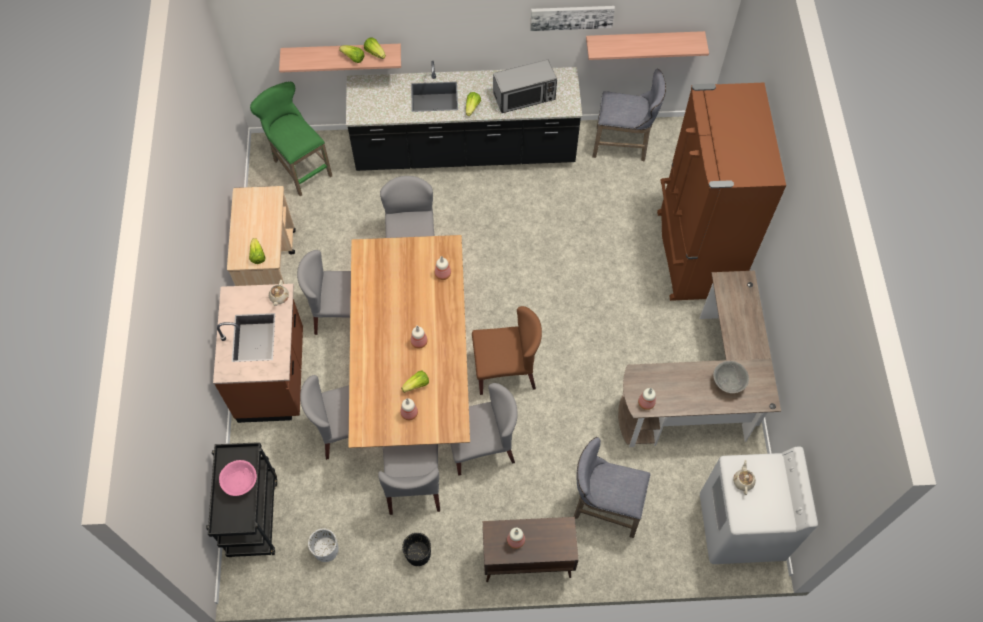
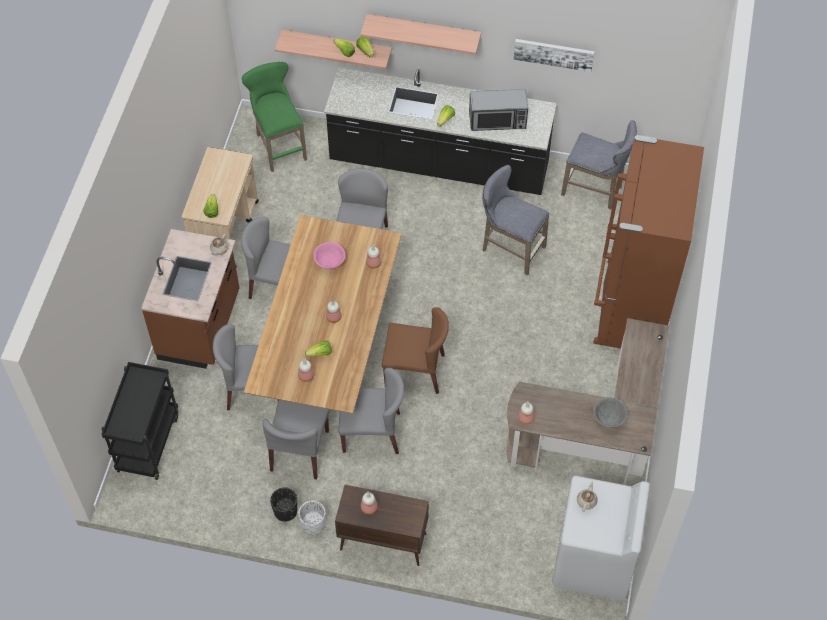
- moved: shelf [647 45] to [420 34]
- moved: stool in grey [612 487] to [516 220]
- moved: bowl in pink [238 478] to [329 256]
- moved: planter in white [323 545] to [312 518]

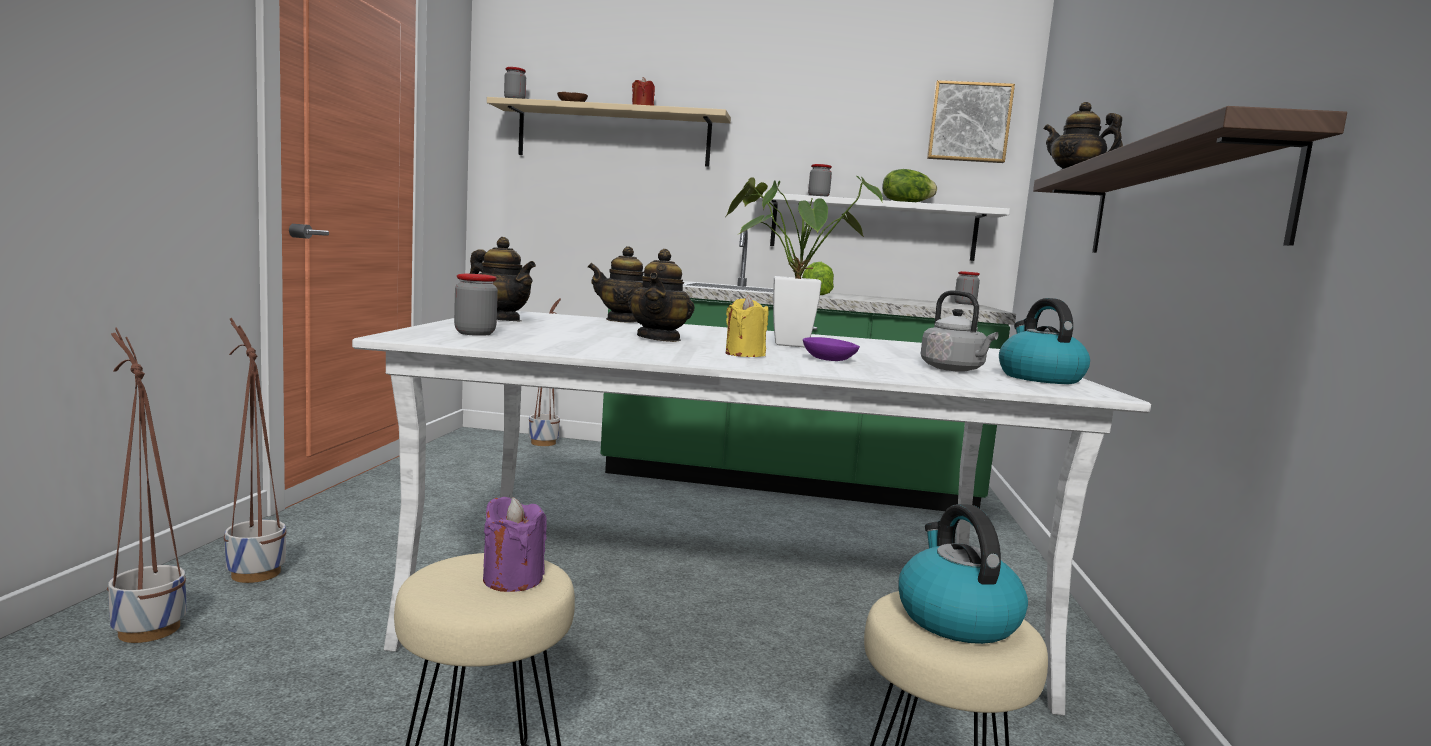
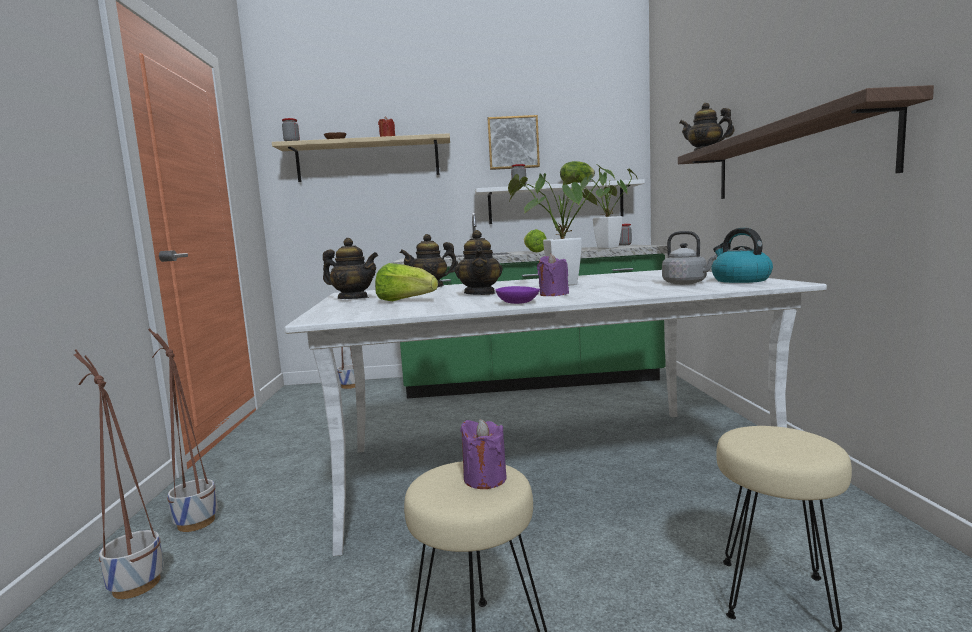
- moved: picture [971 121] to [513 142]
- removed: jar [476 305]
- recoloured: candle in yellow [747 326] to candle in purple [553 274]
- moved: bowl in purple [831 349] to [518 295]
- removed: kettle [963 574]
- added: potted plant [600 209]
- added: lettuce [406 282]

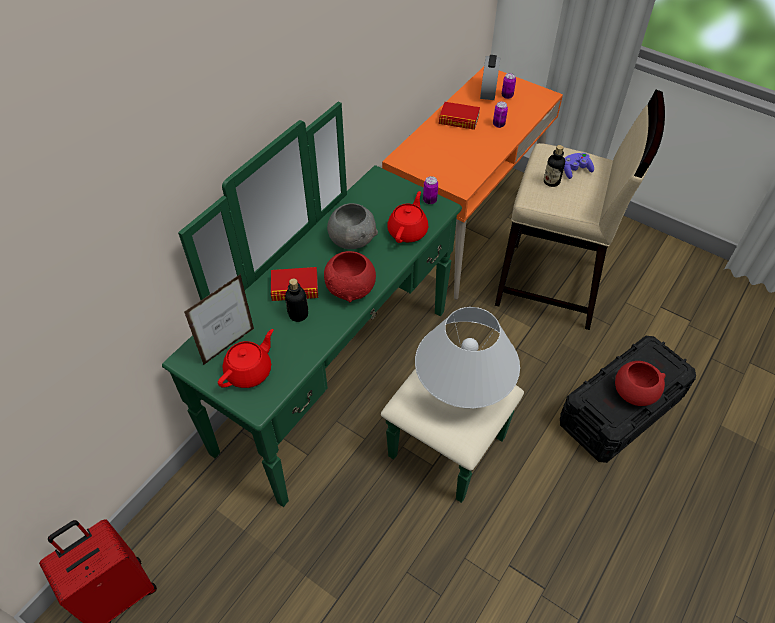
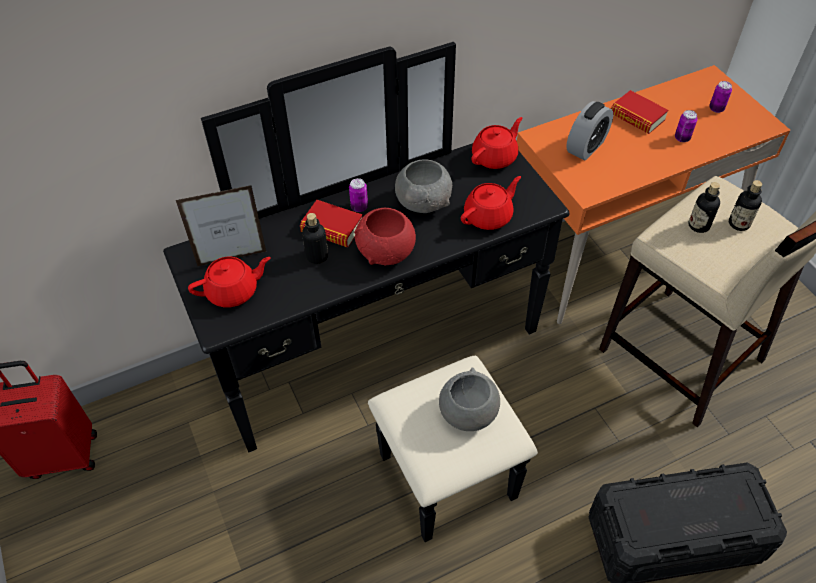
- moved: alarm clock [490 77] to [589 130]
- recoloured: dresser in green [343 304] to dresser in black [366 292]
- replaced: game controller in purple [579 166] to bottle [745 205]
- moved: can [430 190] to [358 195]
- replaced: table lamp in white [467 357] to bowl in grey [469 399]
- removed: bowl in red [640 383]
- added: teapot in red [496 143]

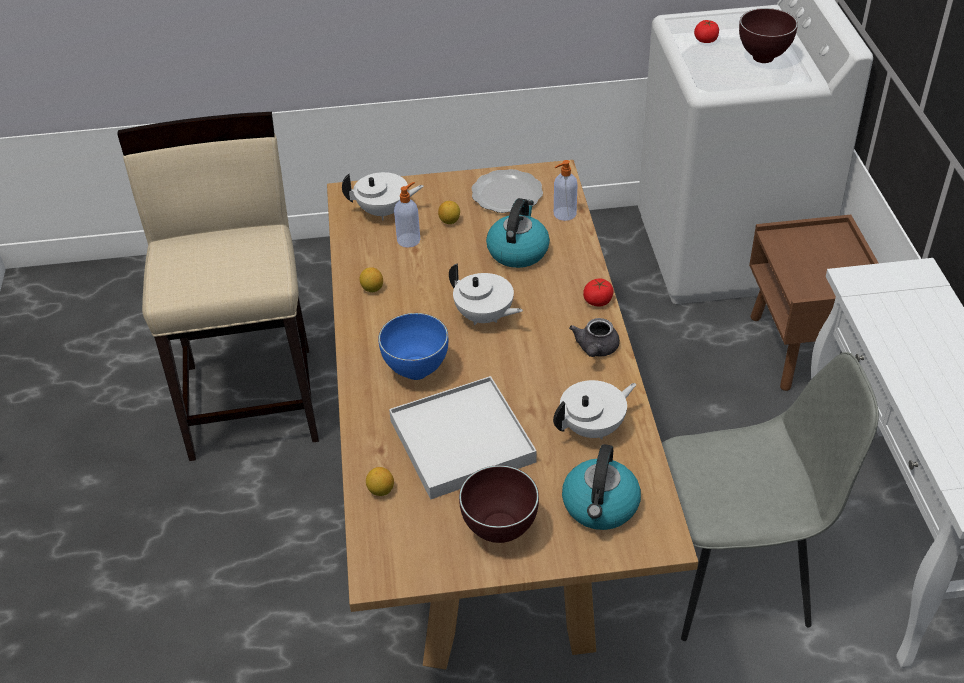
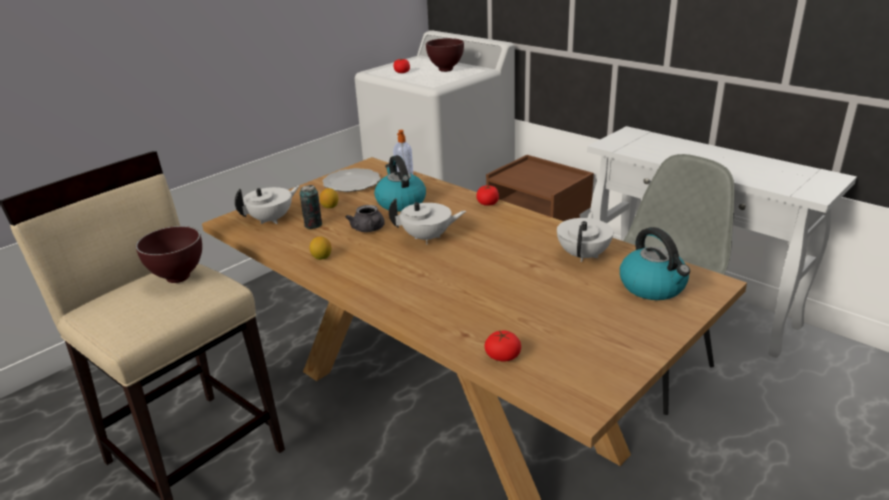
- replaced: soap dispenser [407 215] to can [311 207]
- removed: bowl in blue [413 346]
- moved: teapot in grey [594 337] to [365 218]
- removed: tray in white [463 437]
- moved: bowl in brown [499 504] to [169 254]
- replaced: lemon [380 481] to tomato [502 346]

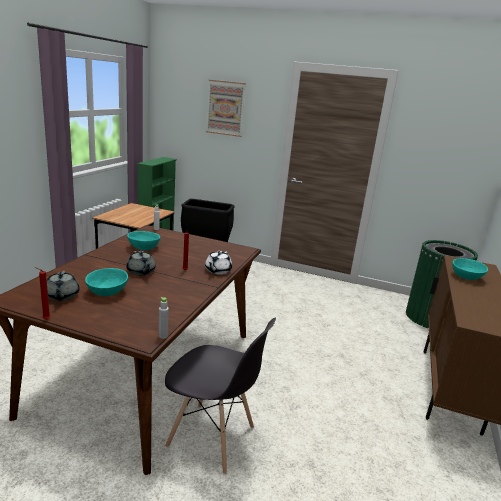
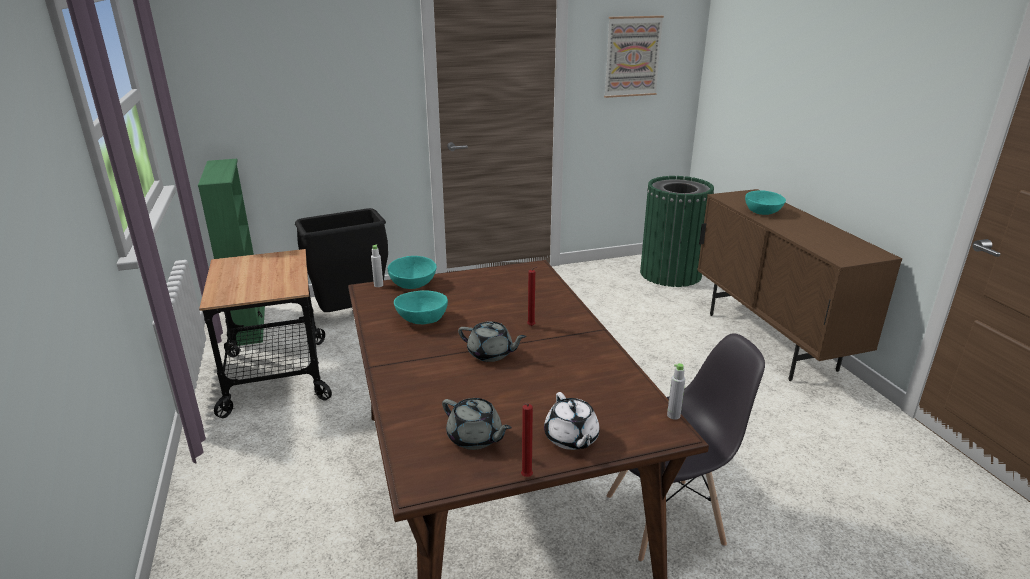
- moved: picture [226 108] to [634 57]
- moved: teapot in white [218 263] to [572 421]
- moved: bowl in turquoise [106 282] to [412 272]

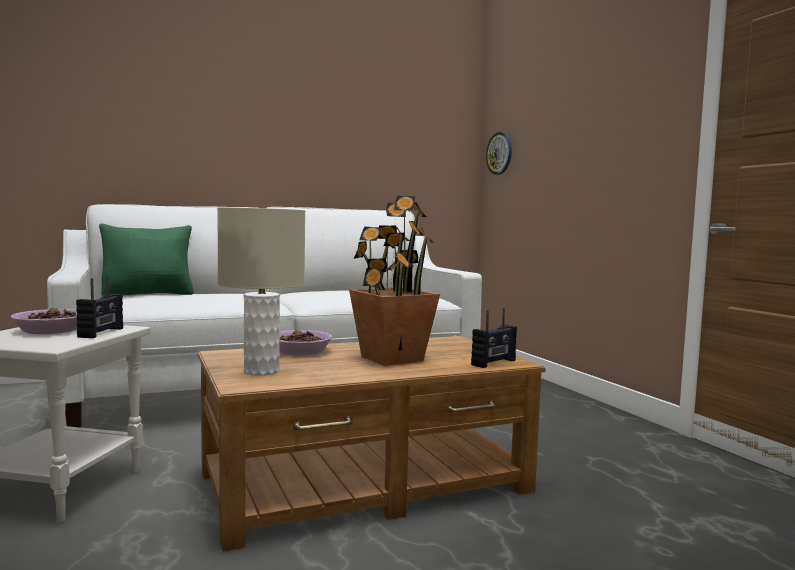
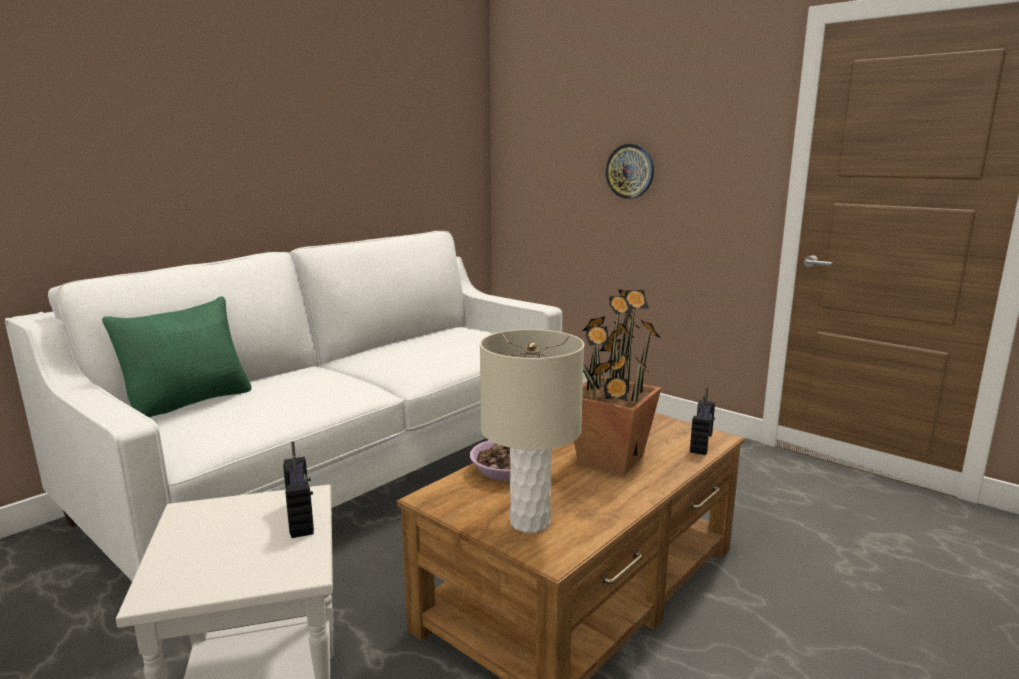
- moved: wall clock [499 153] to [629 171]
- removed: bowl [44 321]

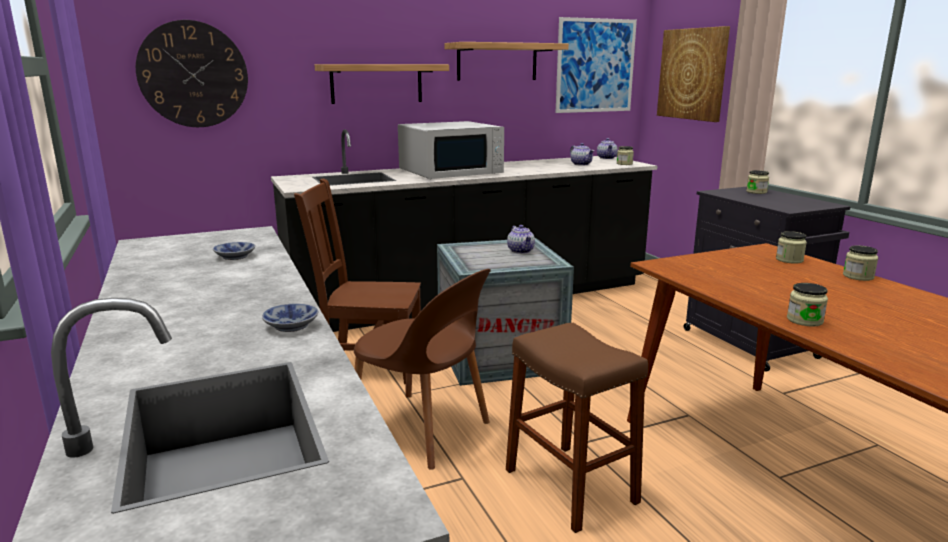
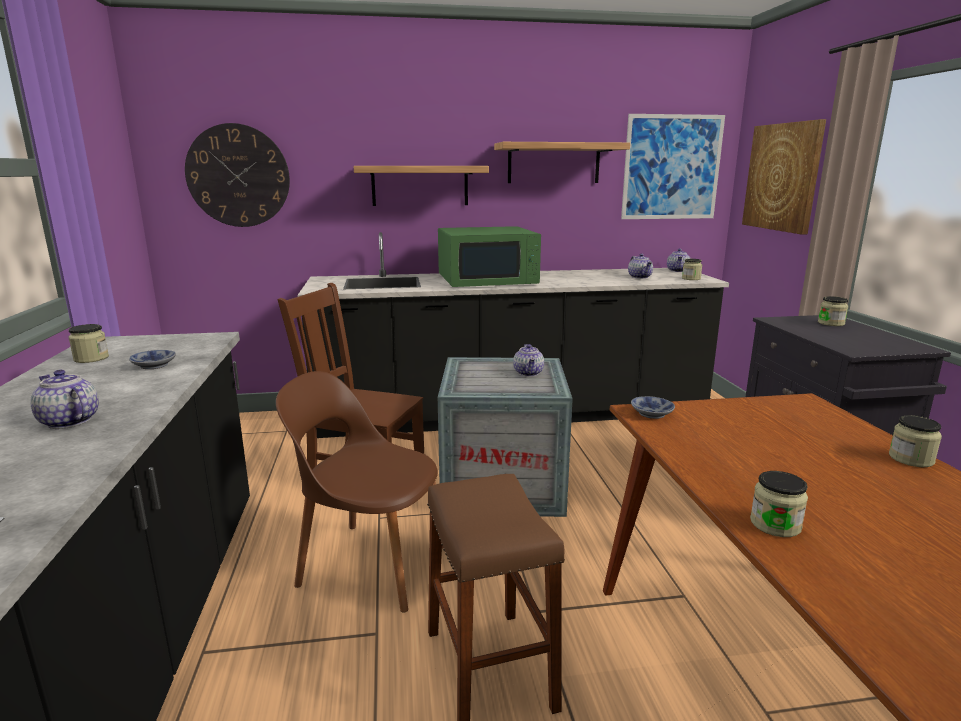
- recoloured: microwave in white [451 150] to microwave in green [489 256]
- moved: jar [791 247] to [88 343]
- turned: chair in brown [422 369] = [359 492] 150 degrees clockwise
- moved: bowl [290 318] to [653 407]
- added: teapot [64 399]

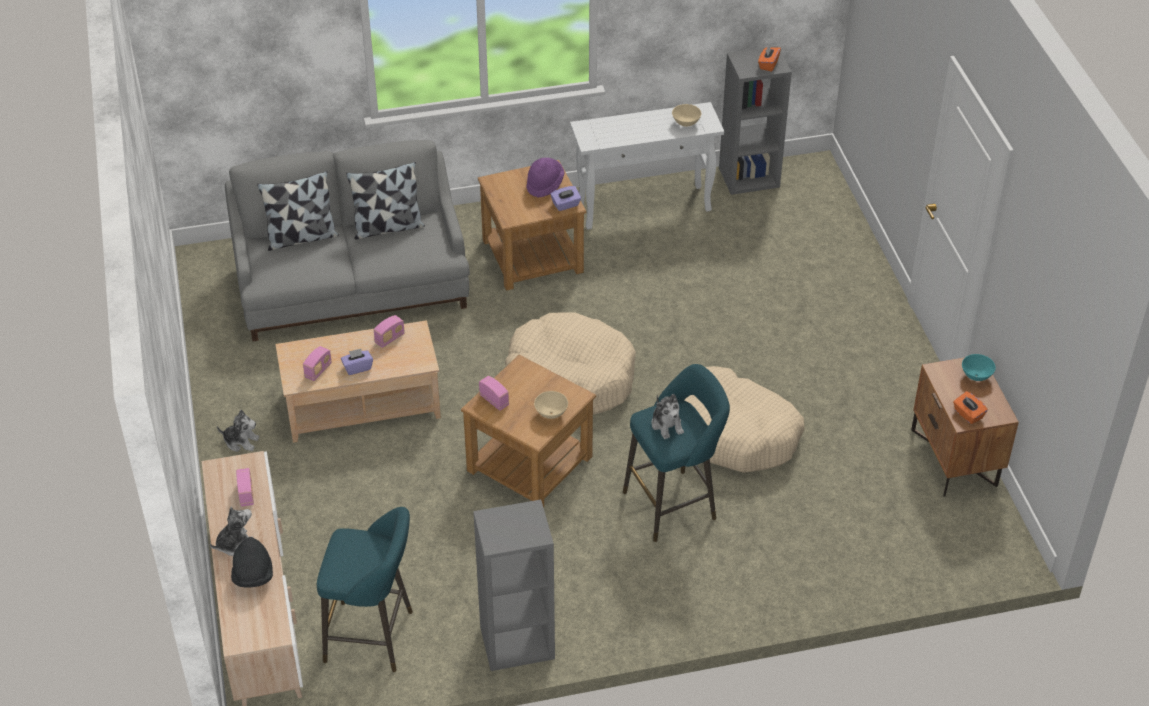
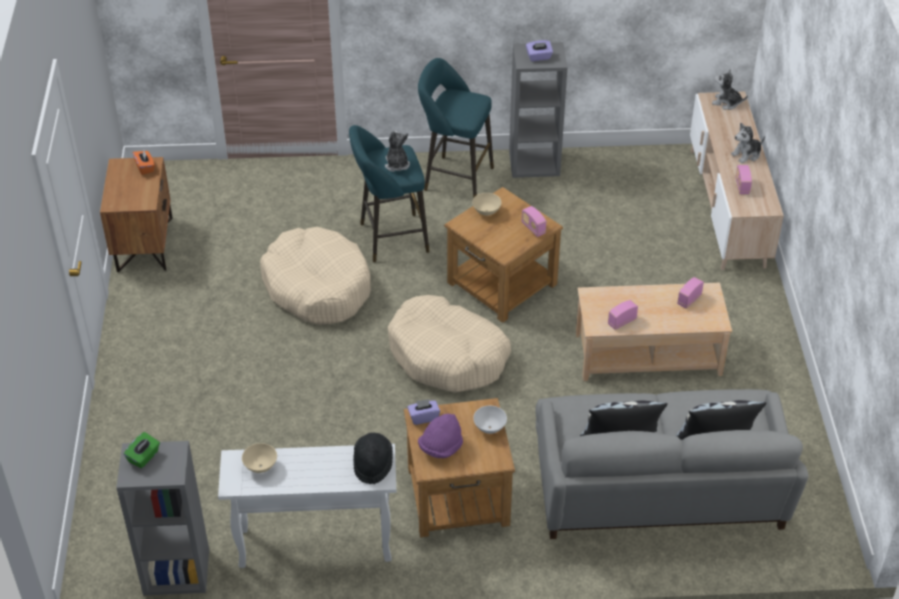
- recoloured: tissue box in orange [769 58] to tissue box in green [142 450]
- moved: tissue box in purple [357 362] to [539 50]
- removed: bowl in turquoise [979 367]
- moved: plush toy [238 431] to [730 89]
- moved: stool in turquoise [365 589] to [456 128]
- moved: hat in black [252 562] to [373 458]
- added: bowl in white [490 420]

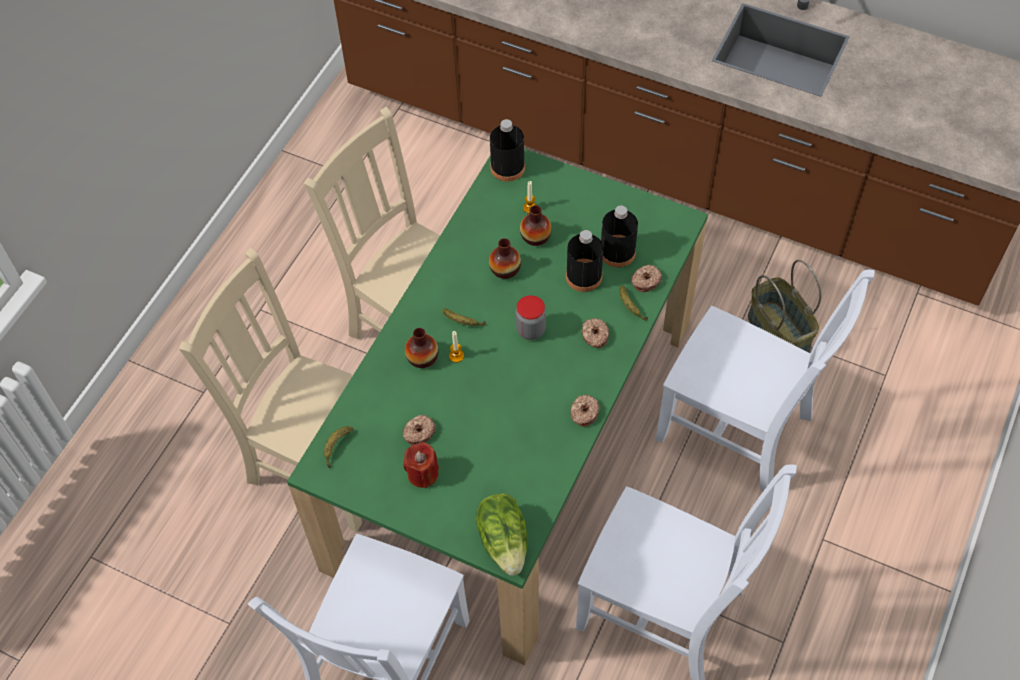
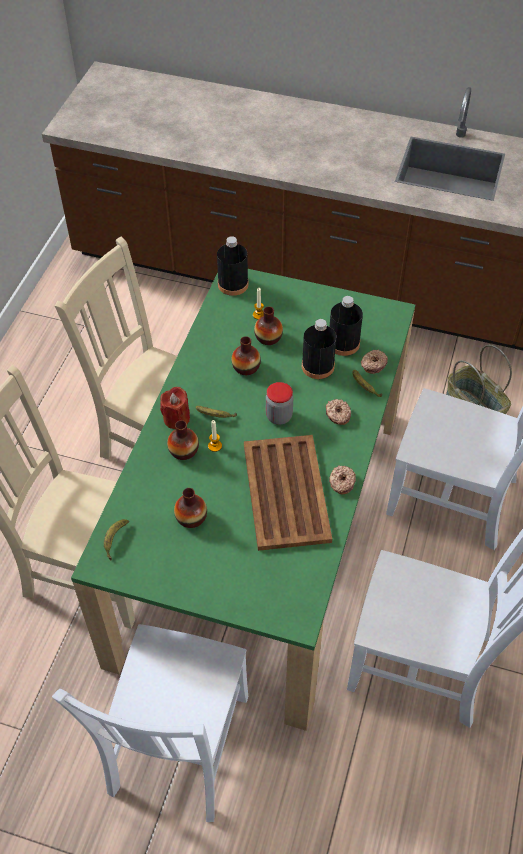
- replaced: donut [419 429] to vase [190 508]
- moved: candle in red [421 465] to [175 408]
- removed: lettuce [502 535]
- added: tray in brown [288 493]

